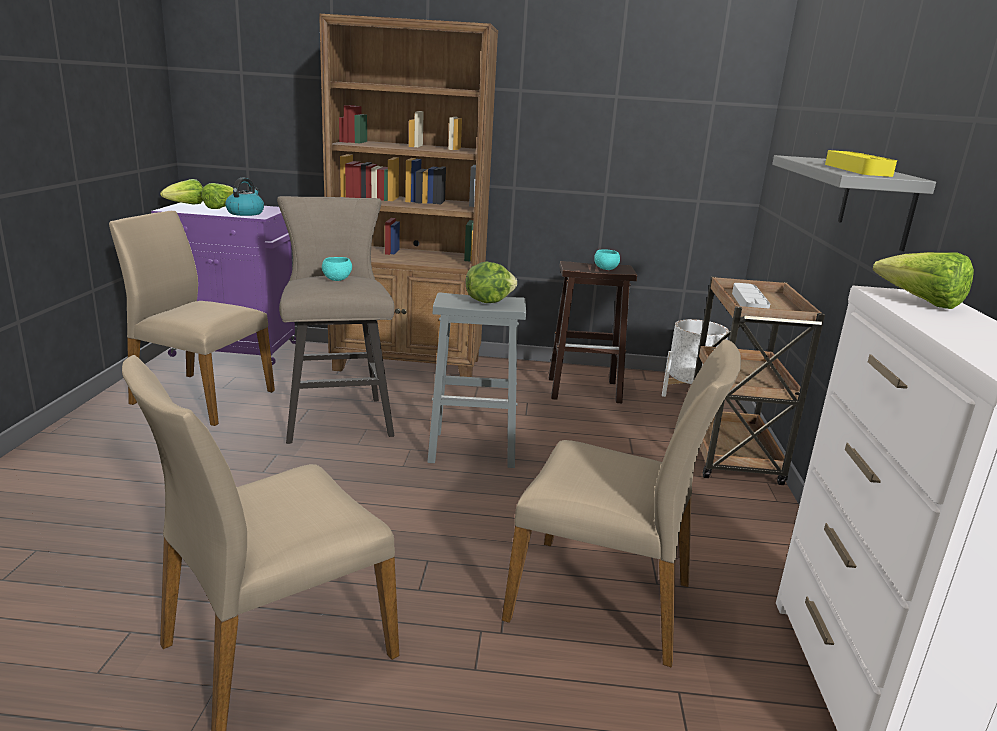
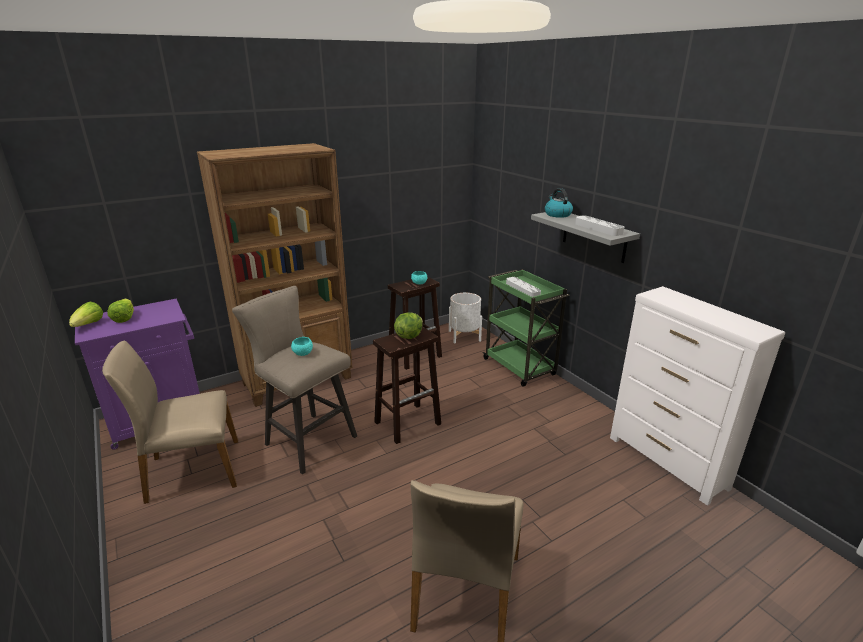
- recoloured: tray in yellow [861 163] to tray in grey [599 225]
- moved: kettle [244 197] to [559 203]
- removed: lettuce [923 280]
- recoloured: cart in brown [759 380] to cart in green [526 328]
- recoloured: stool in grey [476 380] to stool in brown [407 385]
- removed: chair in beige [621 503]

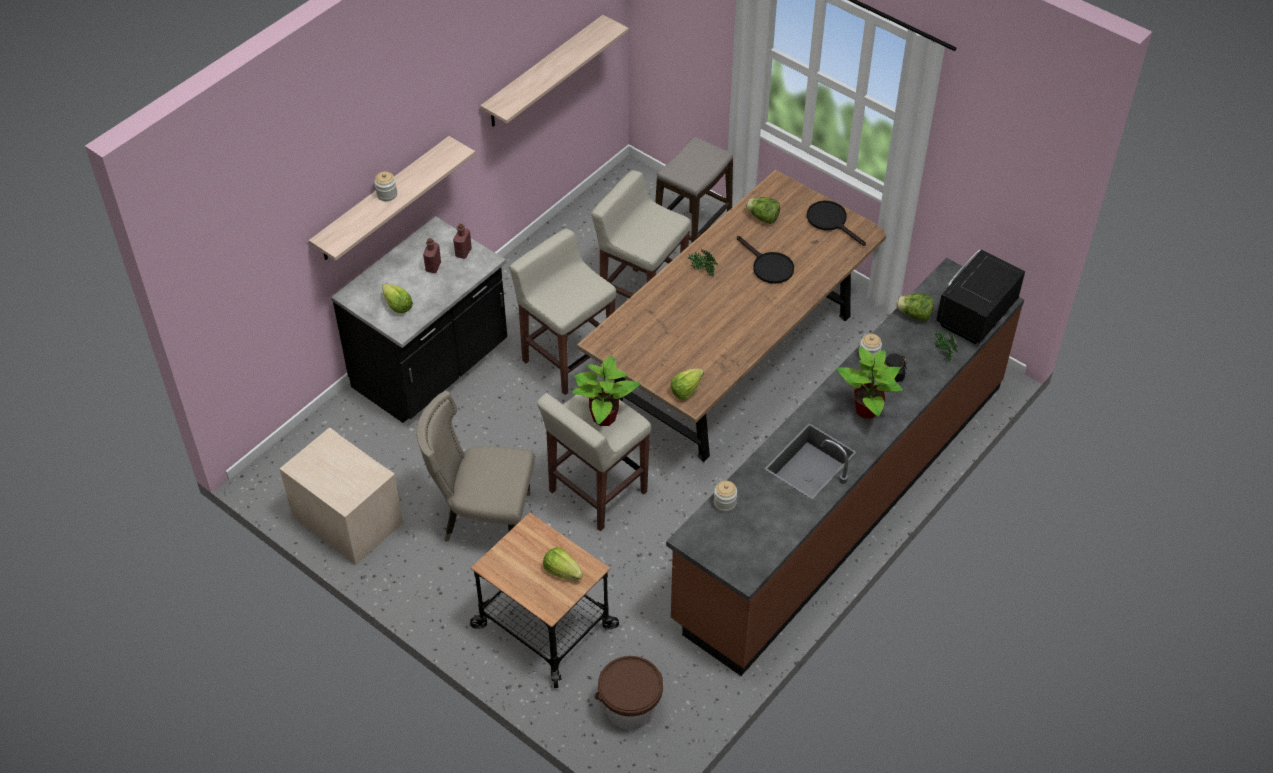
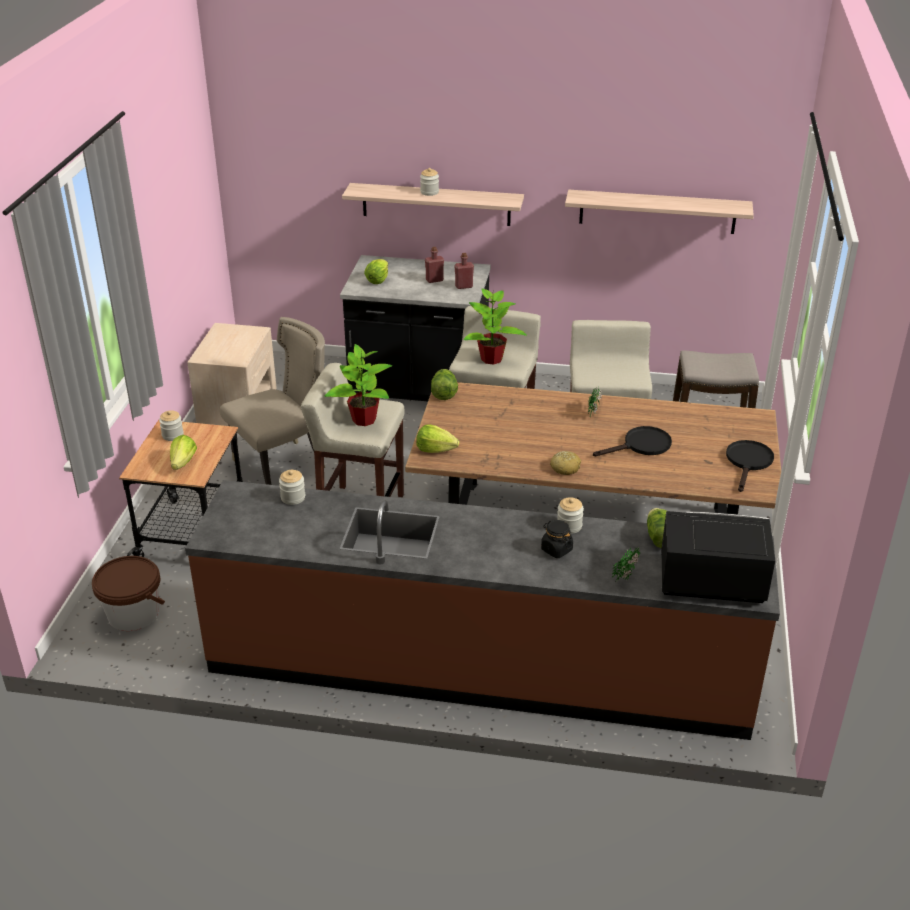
- moved: lettuce [763 210] to [444 384]
- turned: frying pan in black [765 260] = [632 441] 135 degrees counterclockwise
- moved: potted plant [869 383] to [495 327]
- turned: chair in beige [475 466] = [272 401] 75 degrees clockwise
- added: jar [171 425]
- added: bread [565 463]

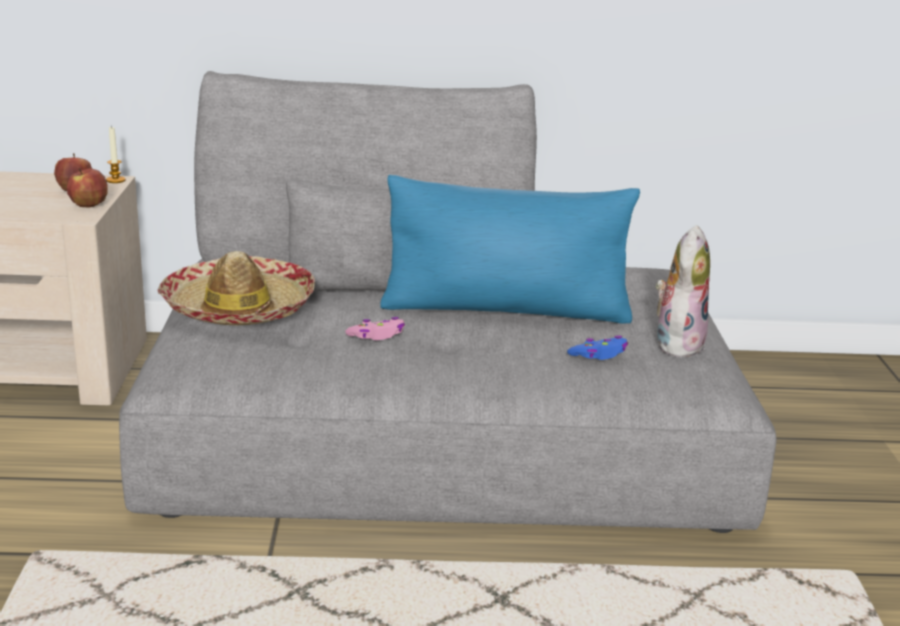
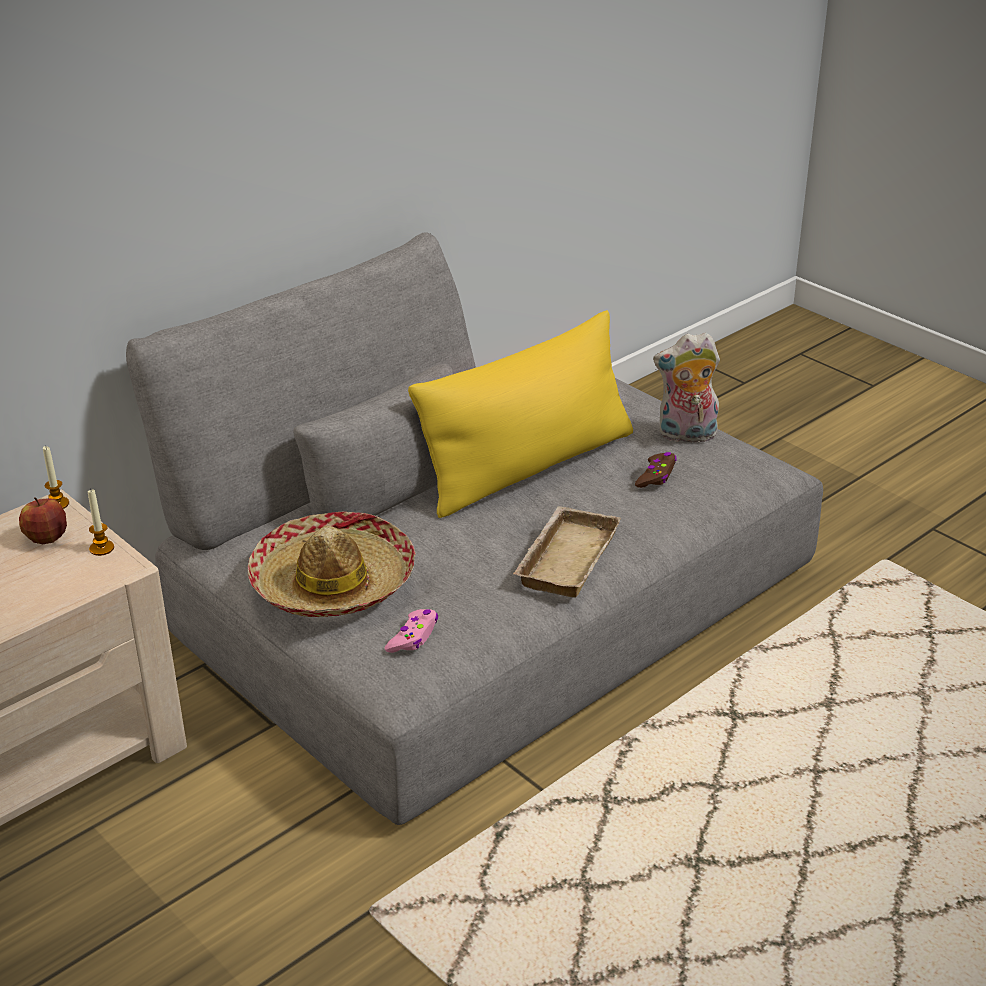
- replaced: apple [87 187] to candle [101 522]
- recoloured: pillow in blue [510 249] to pillow in yellow [520 414]
- turned: plush toy [683 291] = [686 387] 75 degrees counterclockwise
- moved: game controller in pink [375 328] to [411 631]
- recoloured: game controller in blue [597 347] to game controller in brown [656 470]
- added: tray in beige [567 552]

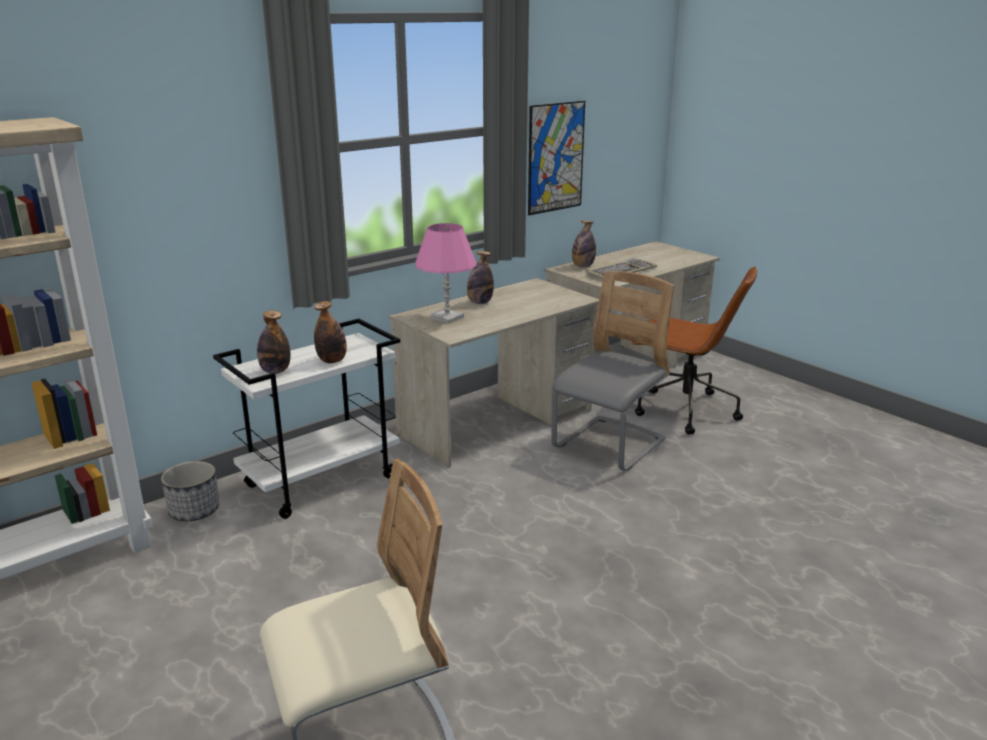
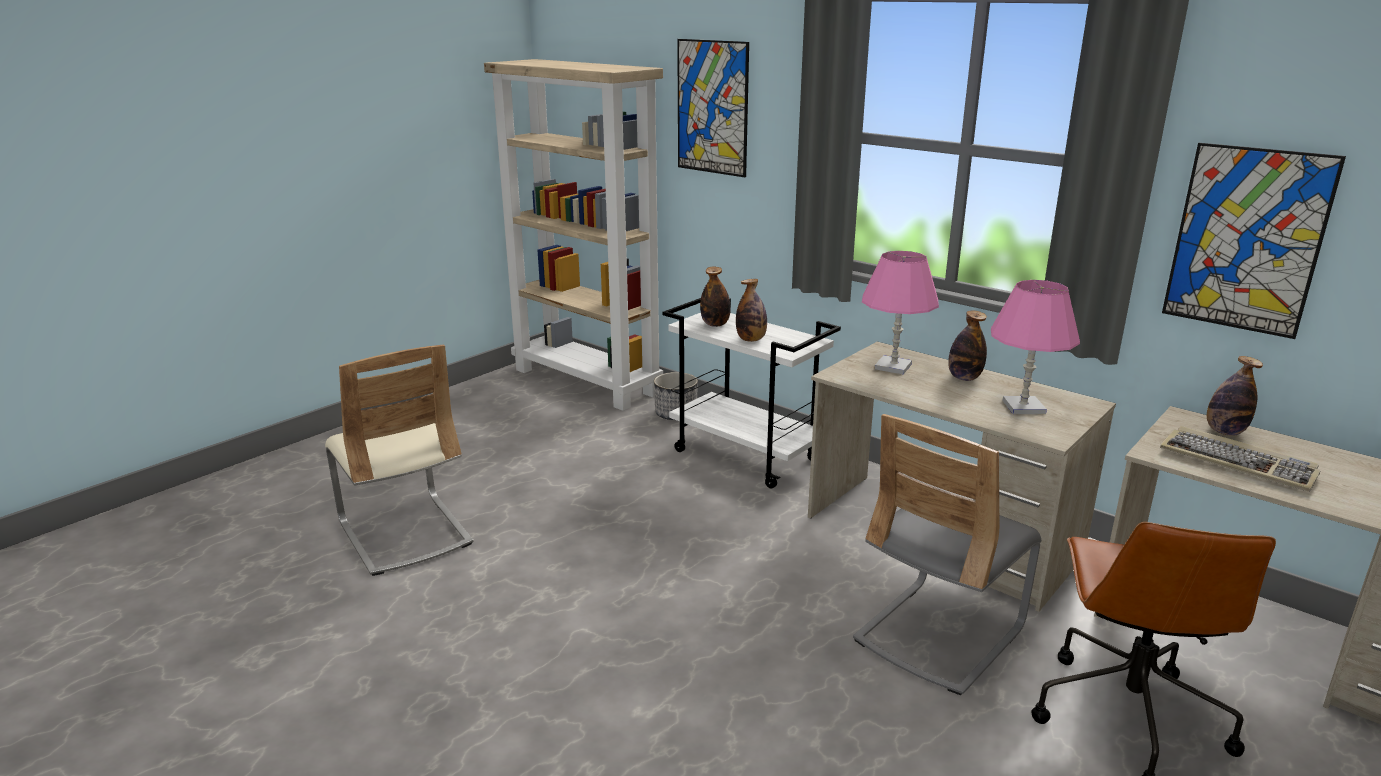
- turned: chair in grey [612 371] = [947 554] 105 degrees clockwise
- added: picture [713 108]
- added: table lamp in pink [1035 347]

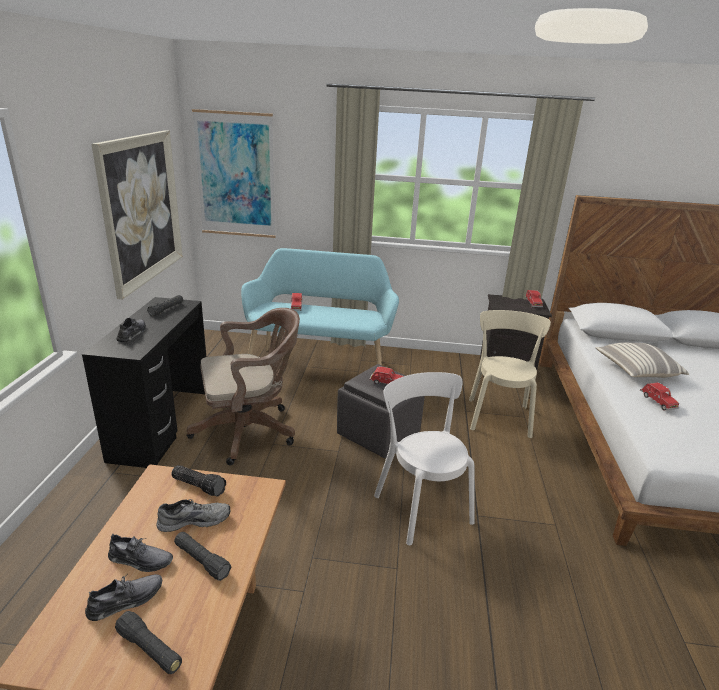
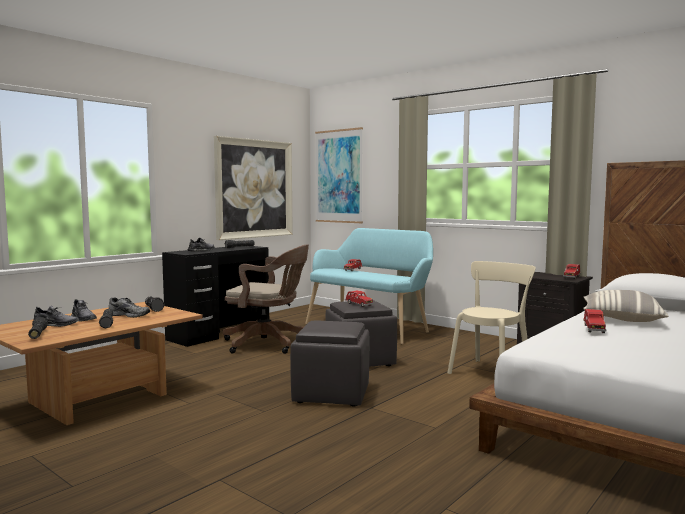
- replaced: chair in white [424 458] to ottoman in grey [329 363]

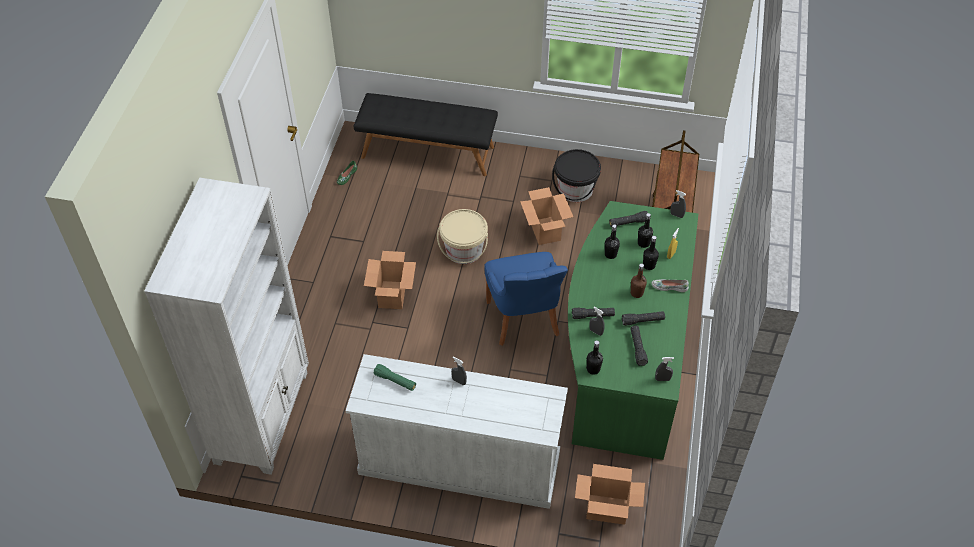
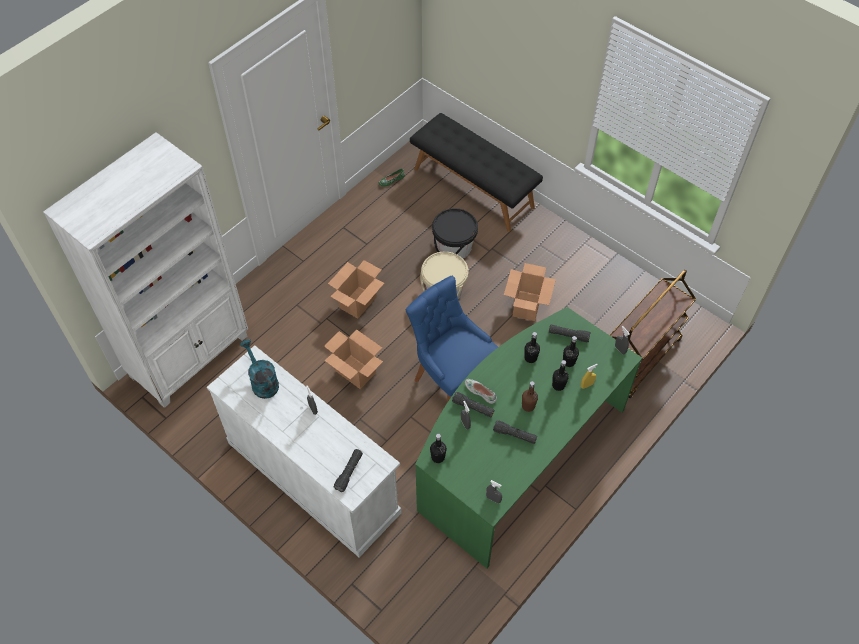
- moved: bucket in black [576 175] to [455 233]
- turned: chair in blue [526 299] = [452 339] 120 degrees clockwise
- moved: shoe in white [670 285] to [481 391]
- moved: flashlight in black [639 346] to [348 470]
- replaced: flashlight in green [394 377] to watering can in turquoise [259 369]
- moved: cardboard box [610 494] to [353 359]

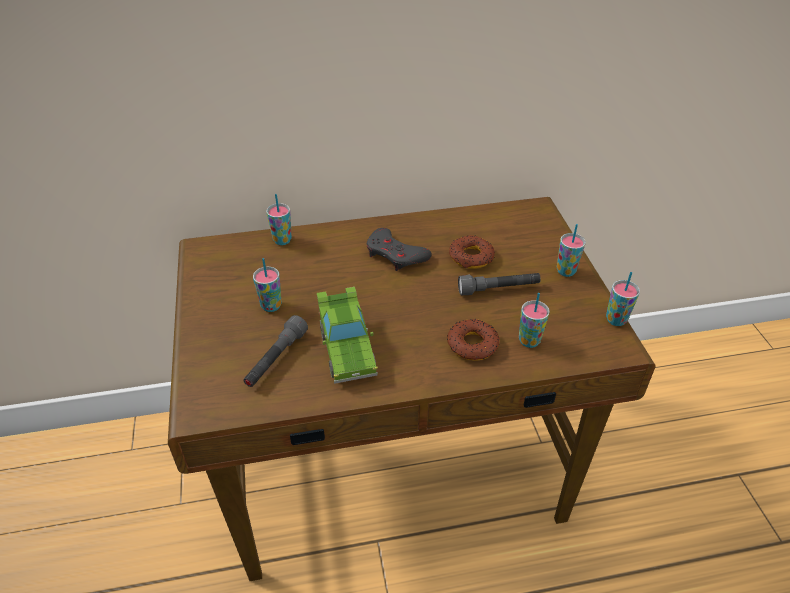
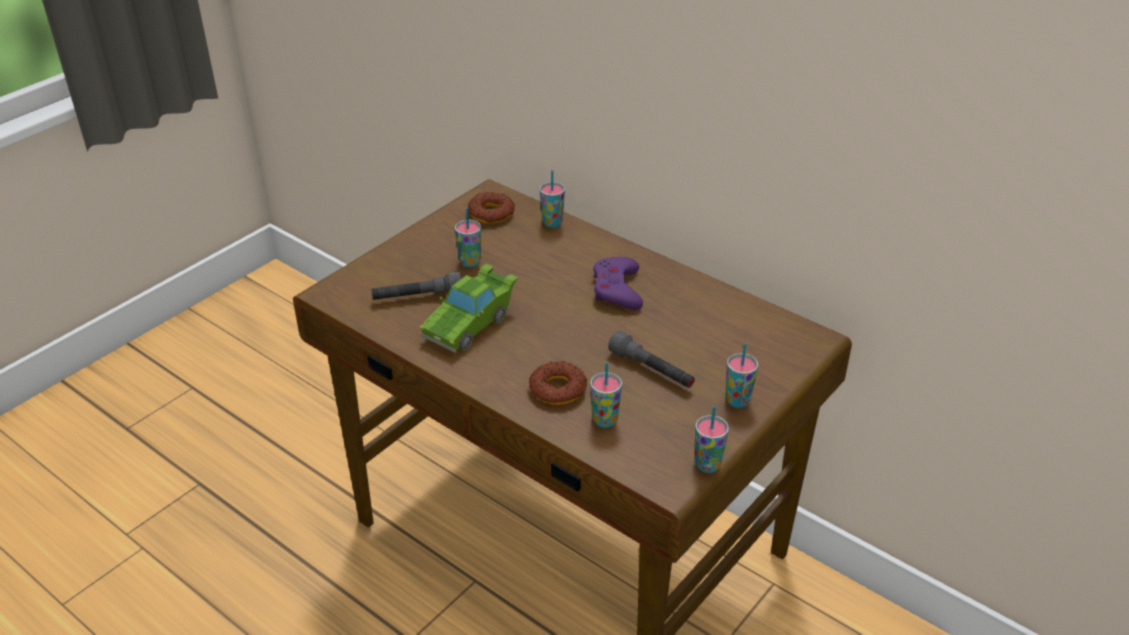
- recoloured: game controller in grey [399 249] to game controller in purple [618 283]
- moved: donut [472 252] to [491 208]

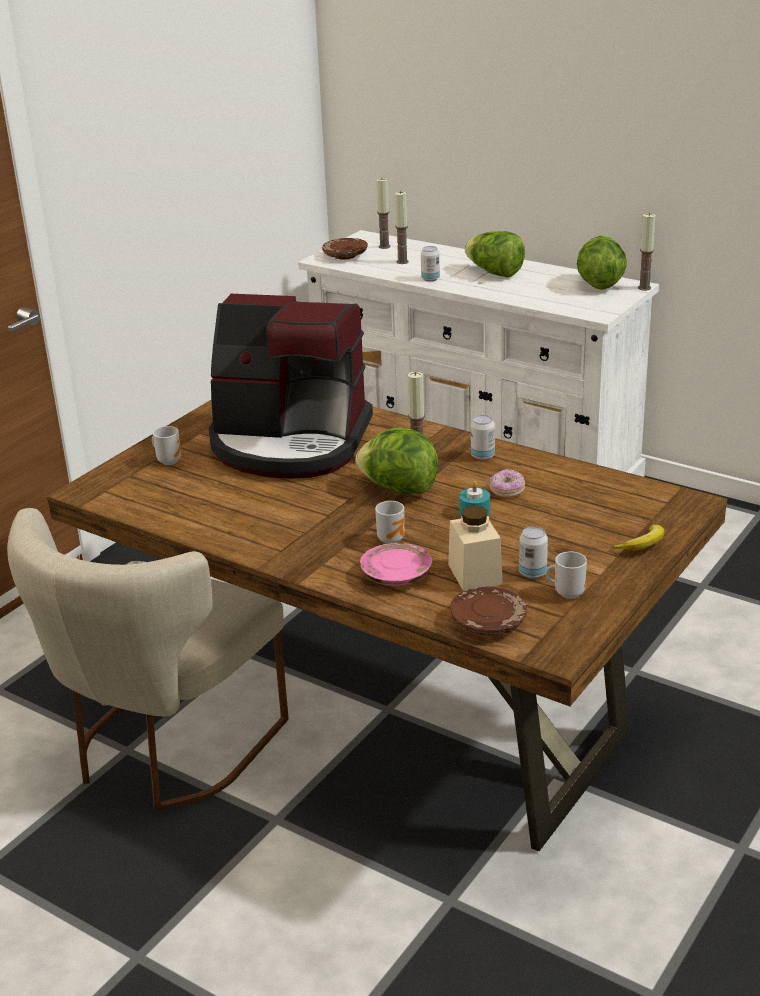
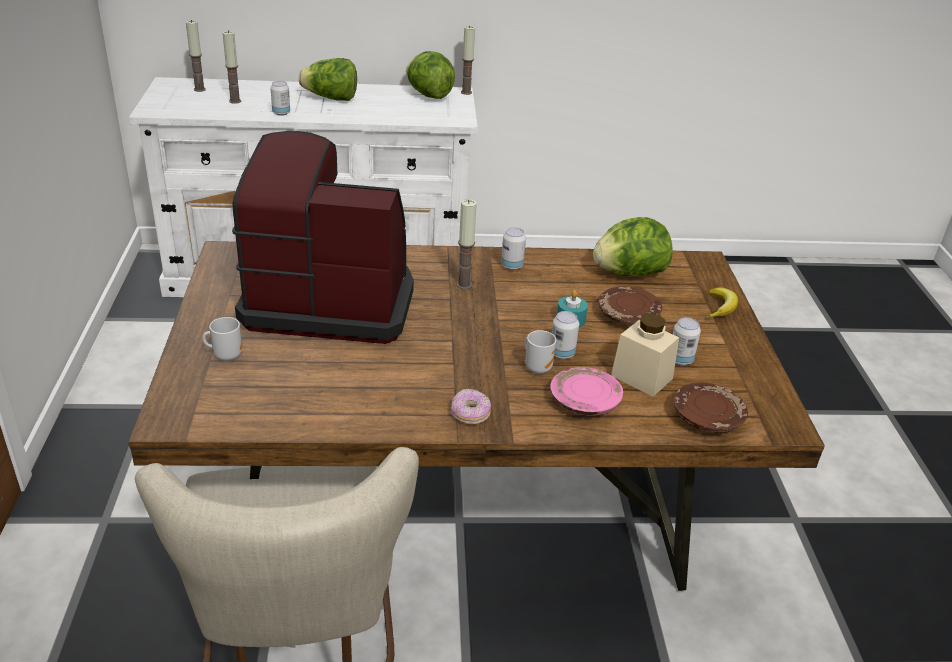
- moved: plate in brown [345 249] to [630 306]
- turned: coffee machine [291 386] = [323 237] 150 degrees counterclockwise
- moved: lettuce [396 461] to [633 247]
- moved: donut [507 483] to [471 407]
- removed: mug [566 575]
- added: can [565 335]

